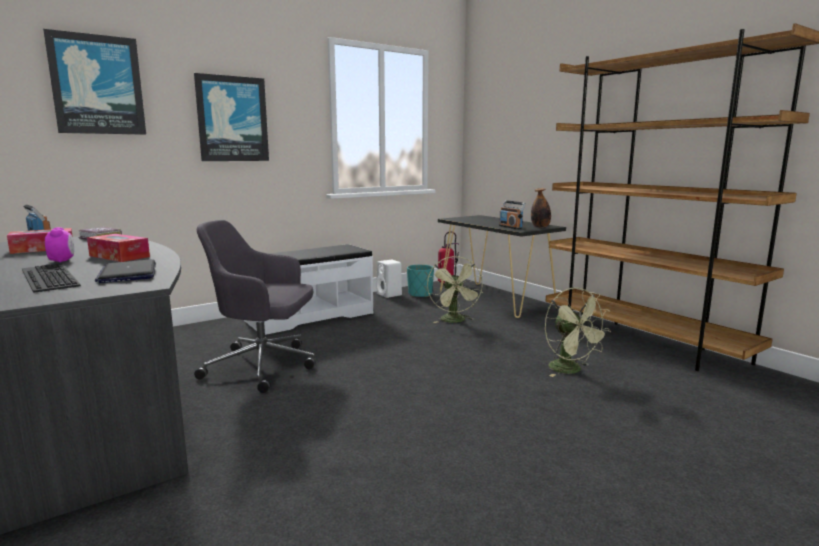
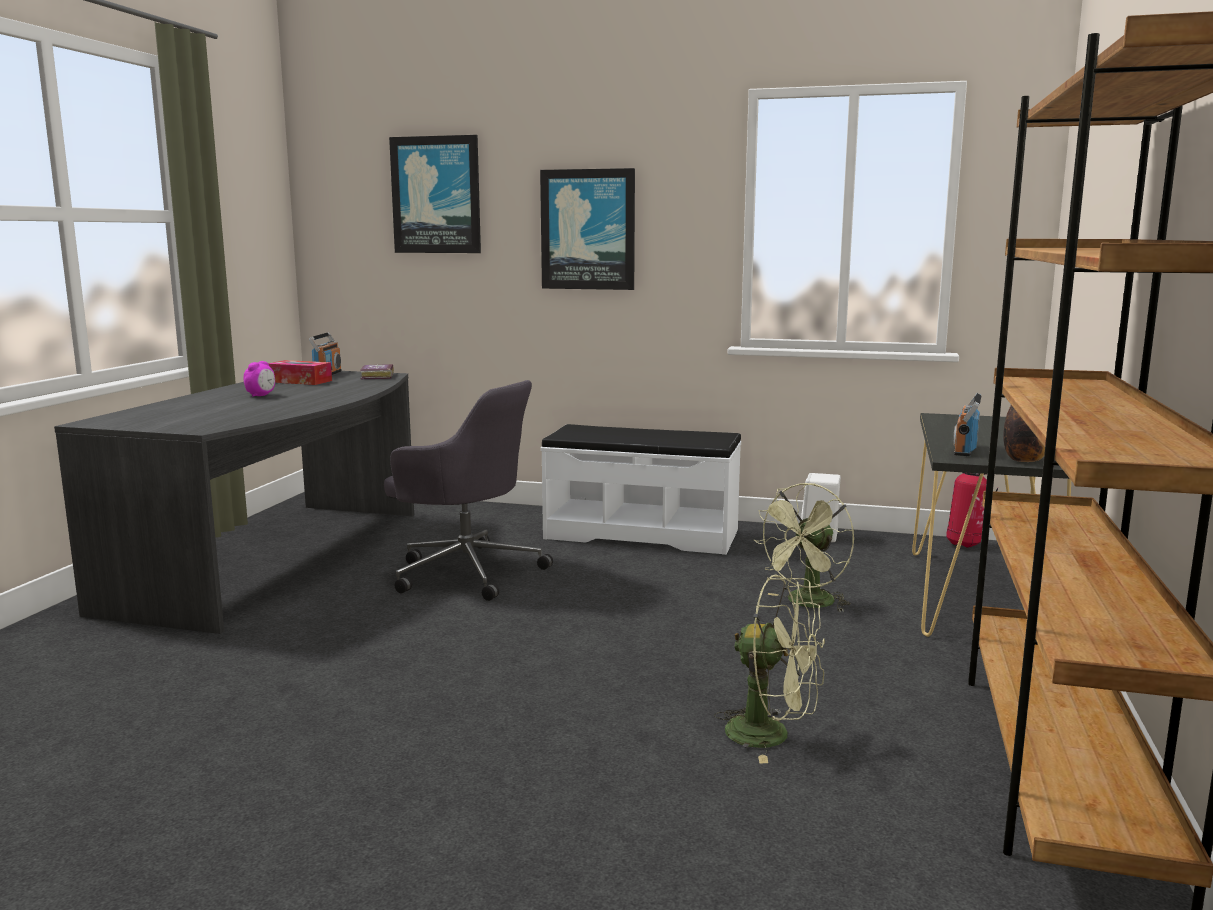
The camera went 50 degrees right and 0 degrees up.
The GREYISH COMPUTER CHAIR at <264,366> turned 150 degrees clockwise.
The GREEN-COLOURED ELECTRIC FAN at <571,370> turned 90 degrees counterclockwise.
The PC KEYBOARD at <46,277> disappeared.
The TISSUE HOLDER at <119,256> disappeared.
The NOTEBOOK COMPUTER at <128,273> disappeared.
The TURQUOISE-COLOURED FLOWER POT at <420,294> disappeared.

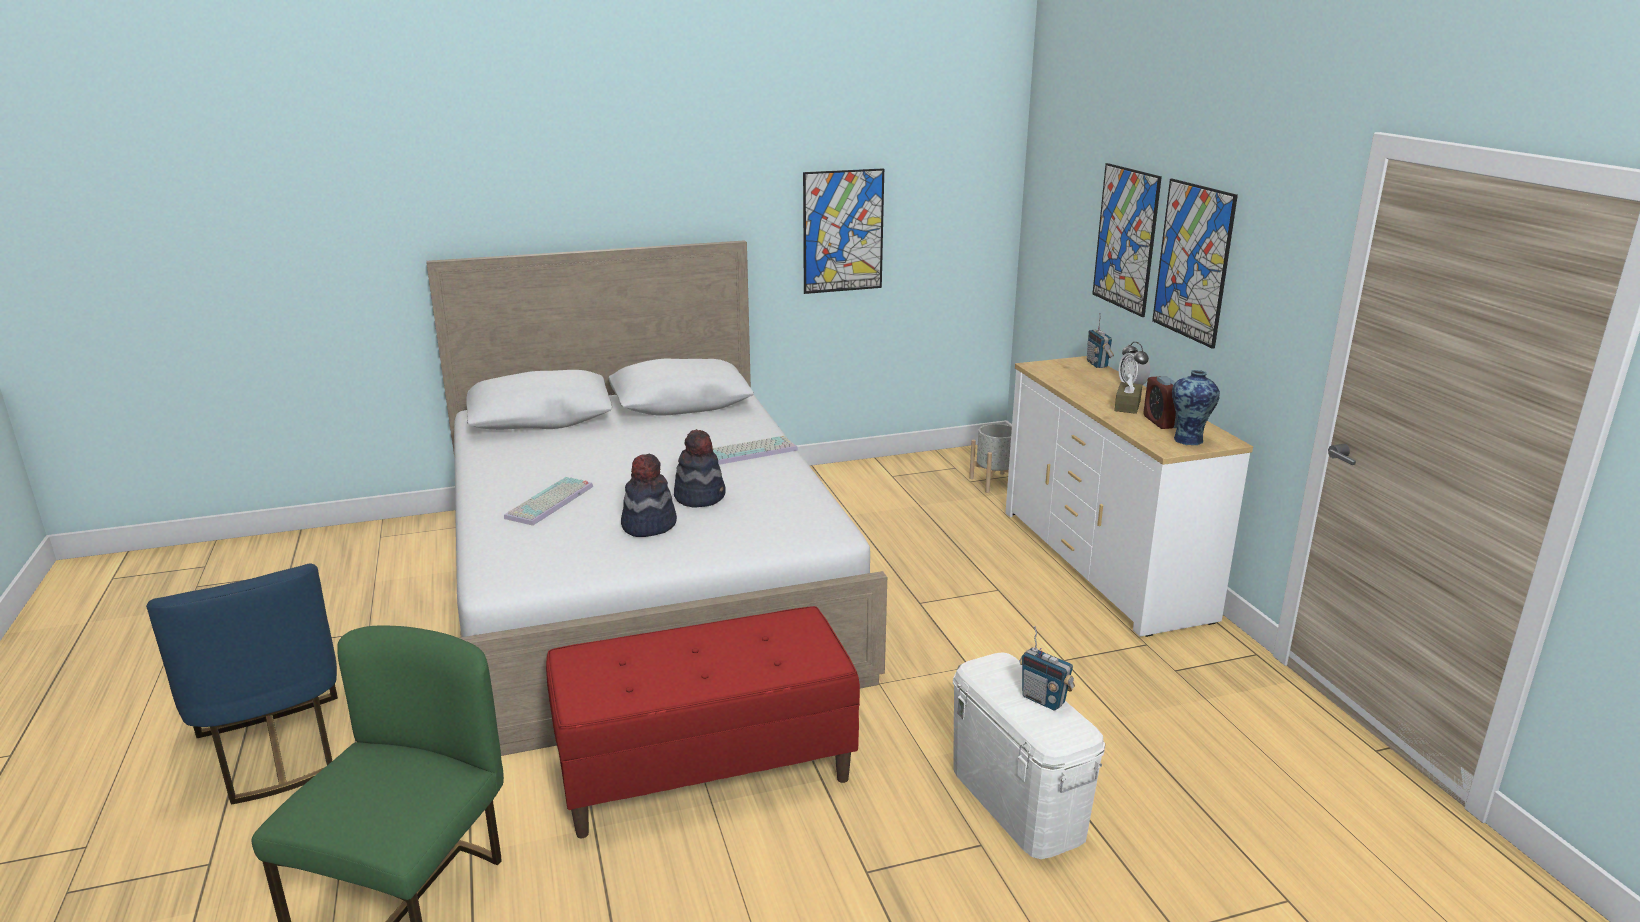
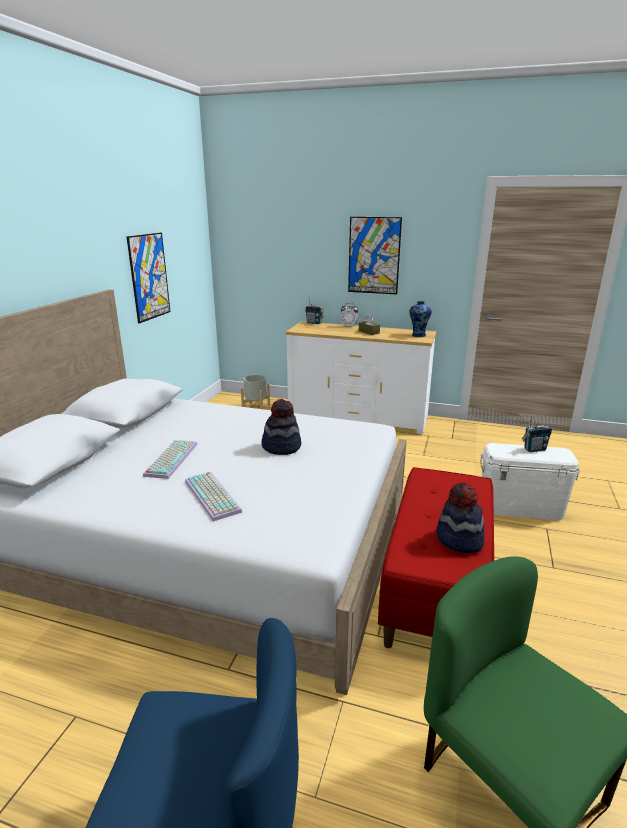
The camera went 55 degrees left and 0 degrees up.
The PC KEYBOARD moved from <751,451> to <170,459>.
The WEARABLE HAT moved from <648,525> to <459,539>.
The WALL ART at <1126,239> disappeared.
The TABLE CLOCK at <1161,422> disappeared.

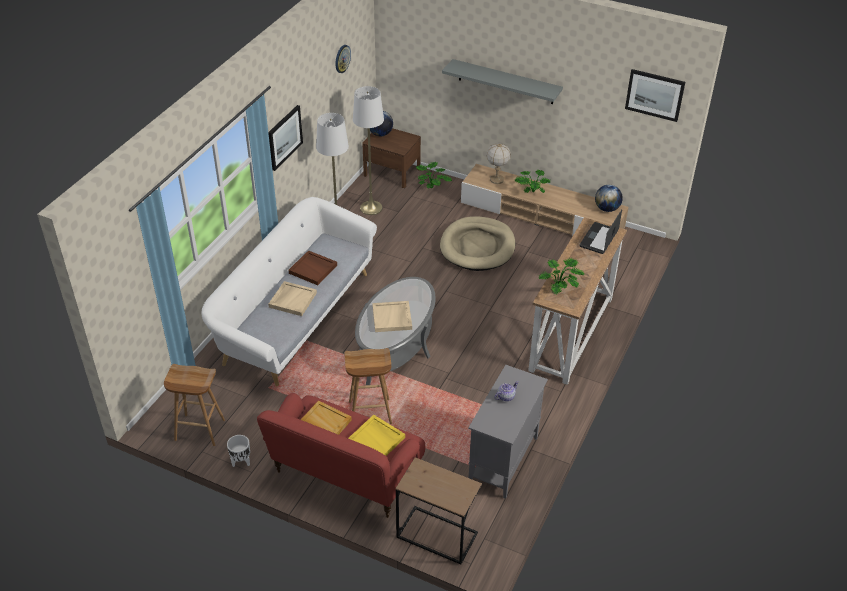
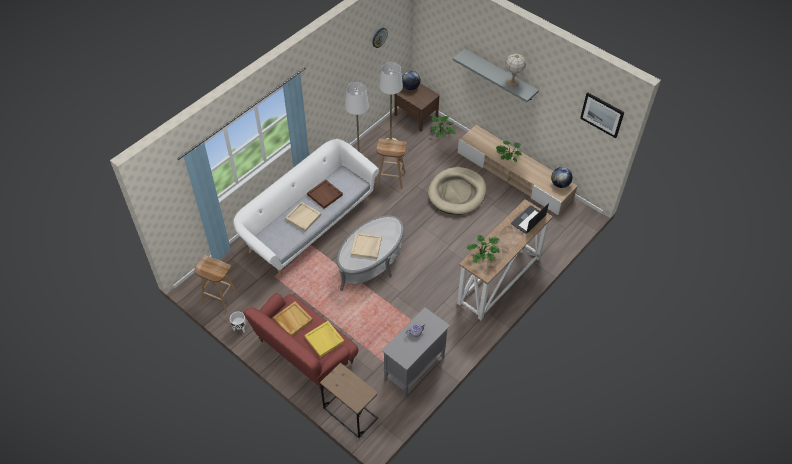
The camera went 15 degrees right and 10 degrees up.
The BROWN-COLOURED STOOL SEAT moved from <369,413> to <390,179>.
The TABLETOP LAMP moved from <497,180> to <512,83>.
The WALL ART at <284,137> disappeared.

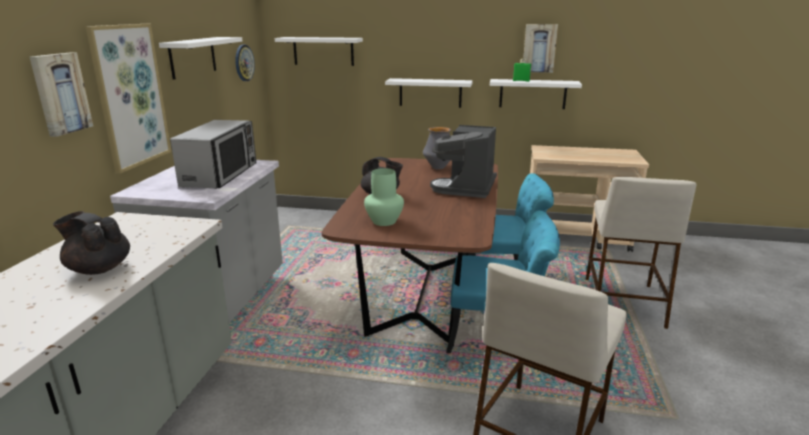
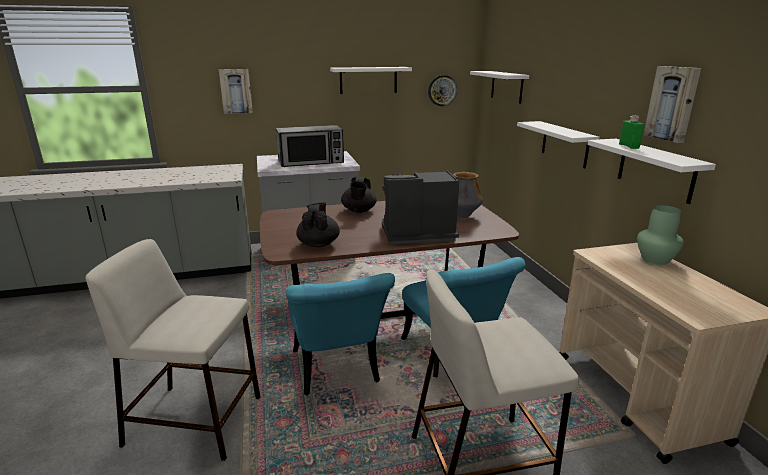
The camera went 65 degrees right and 0 degrees up.
The BLACK POT FOR TEA moved from <99,268> to <318,244>.
The GREEN-COLOURED VASE moved from <384,221> to <656,260>.
The WALL ART at <130,96> disappeared.

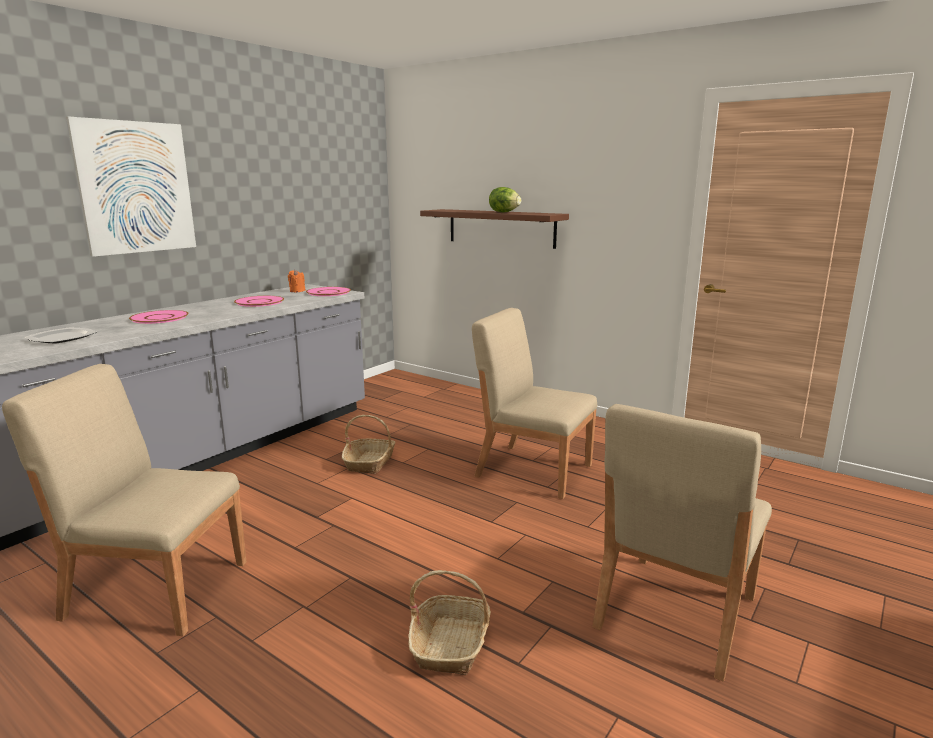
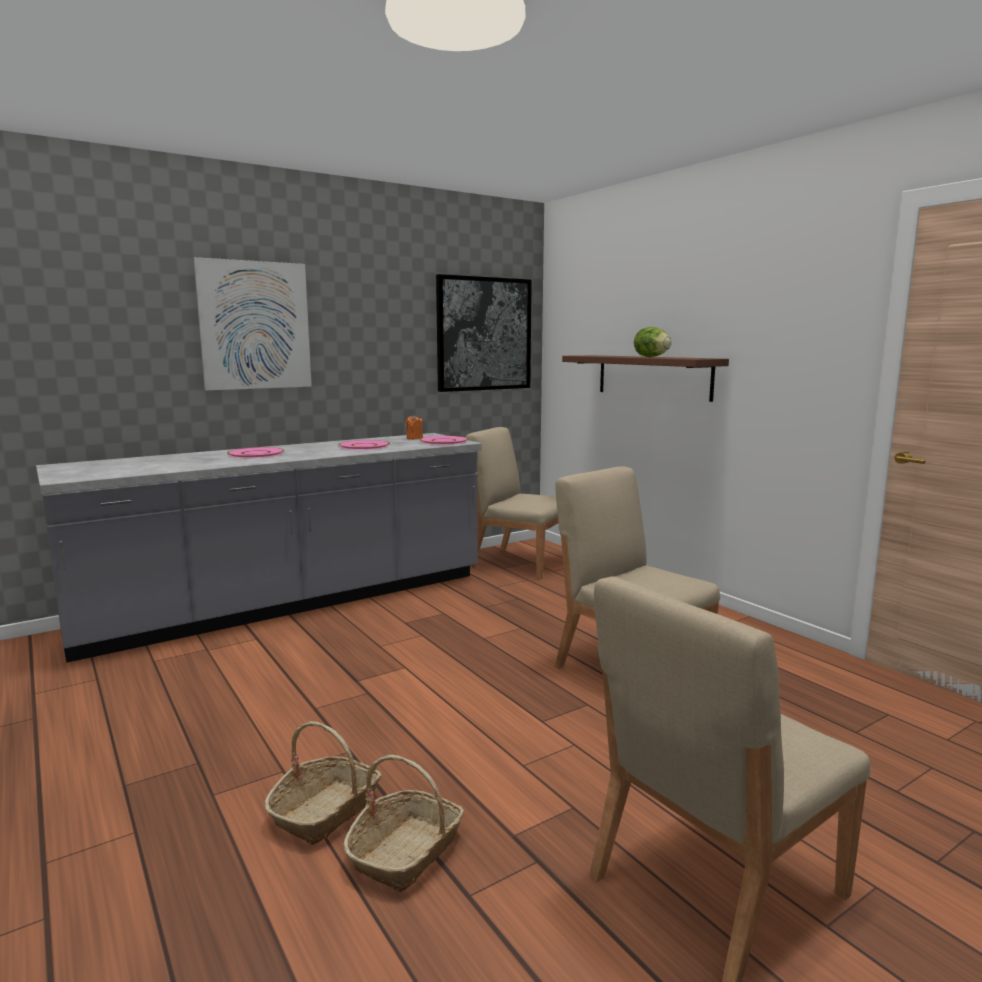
The camera went 20 degrees right and 5 degrees down.
The BASKET moved from <370,462> to <326,811>.
The WALL ART at <484,334> appeared.
The BEIGE-COLOURED CHAIR moved from <156,588> to <519,562>.
The DINNER PLATE at <61,338> disappeared.

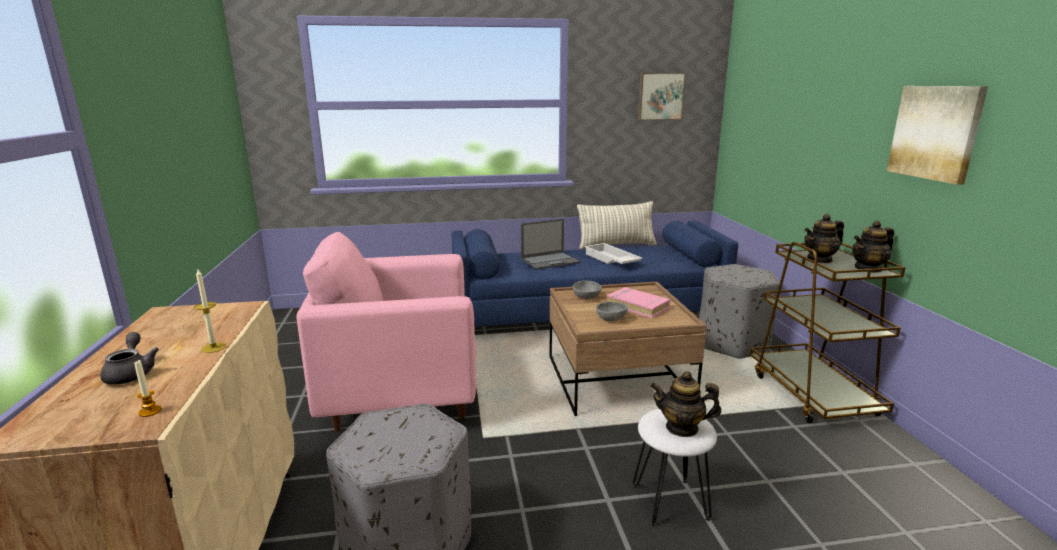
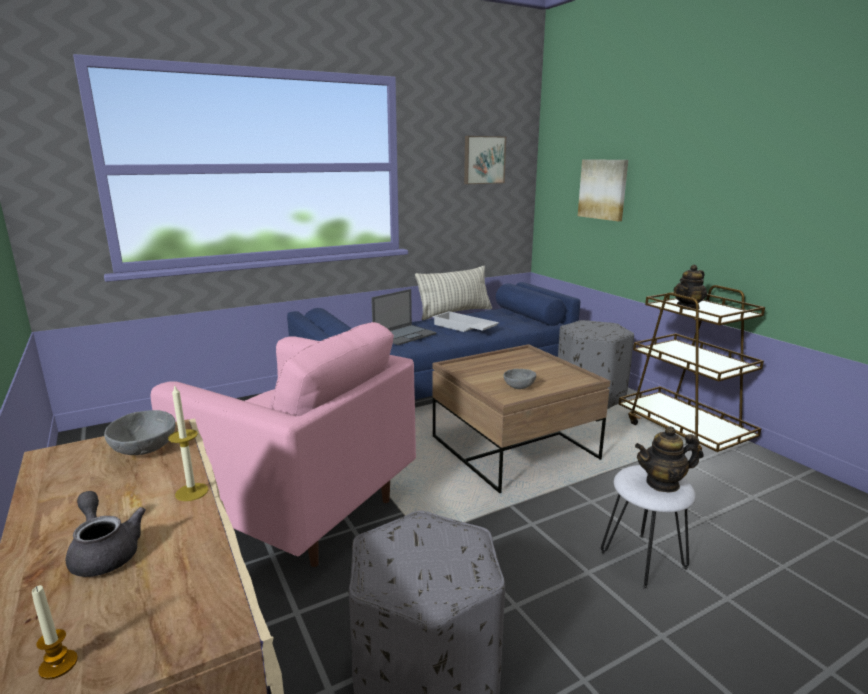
The camera went 20 degrees left and 0 degrees up.
The CANDLE moved from <150,411> to <58,665>.
The GREYISH DEEP DISH moved from <587,297> to <146,449>.
The PINK-COLOURED LOUNGE CHAIR at <402,397> turned 120 degrees counterclockwise.
The WALL ART moved from <936,132> to <603,189>.
The PINK-COLOURED BOOK at <638,306> disappeared.
The POT FOR TEA at <868,268> disappeared.

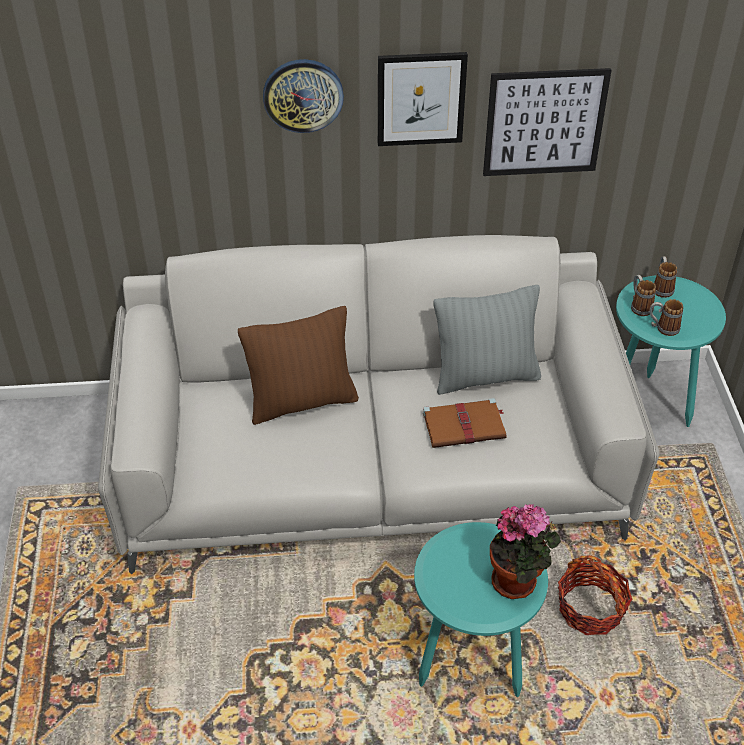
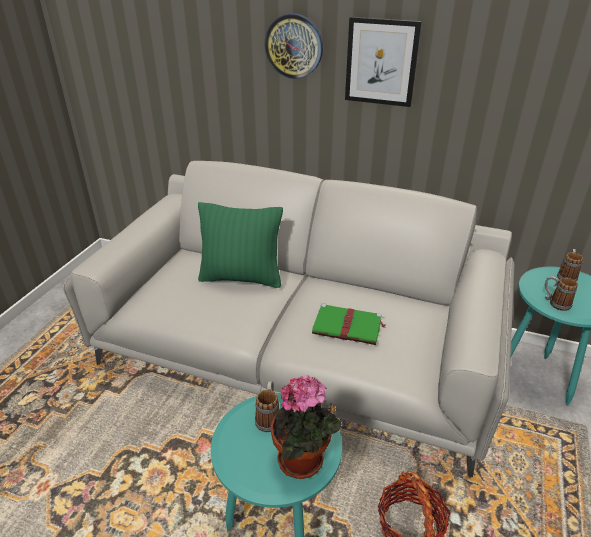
The camera went 25 degrees right and 10 degrees down.
The BROWN-COLOURED PILLOW at <302,402> became the GREEN-COLOURED PILLOW at <241,278>.
The MUG moved from <639,306> to <269,417>.
The BROWN-COLOURED BOOK at <465,426> became the GREEN-COLOURED BOOK at <348,327>.
The GREYISH PILLOW at <485,376> disappeared.
The WALL ART at <544,122> disappeared.

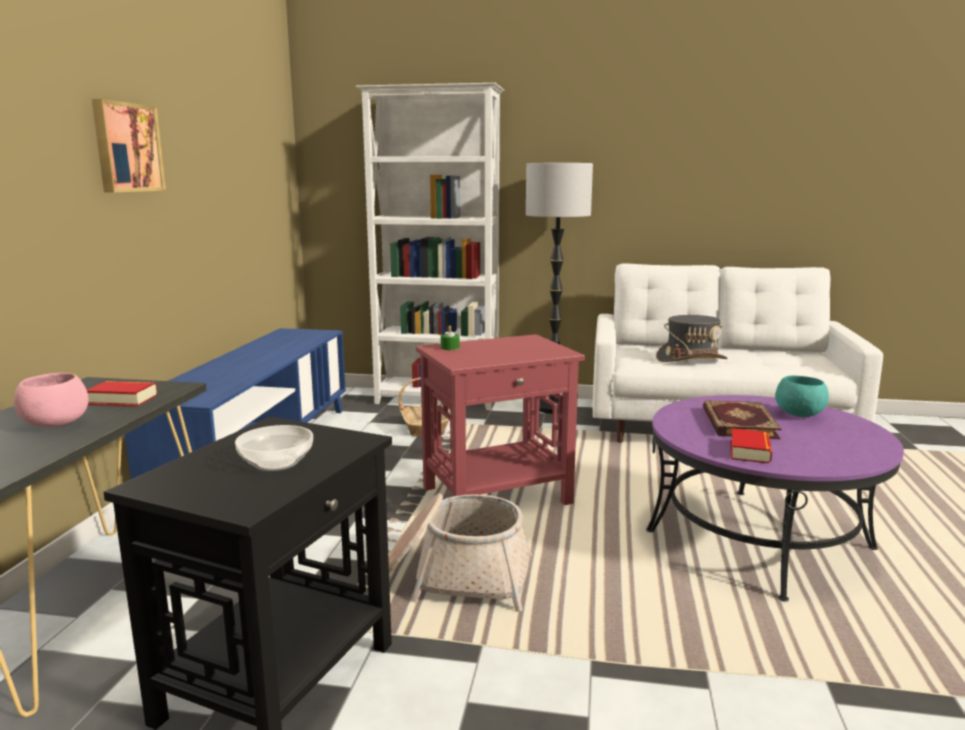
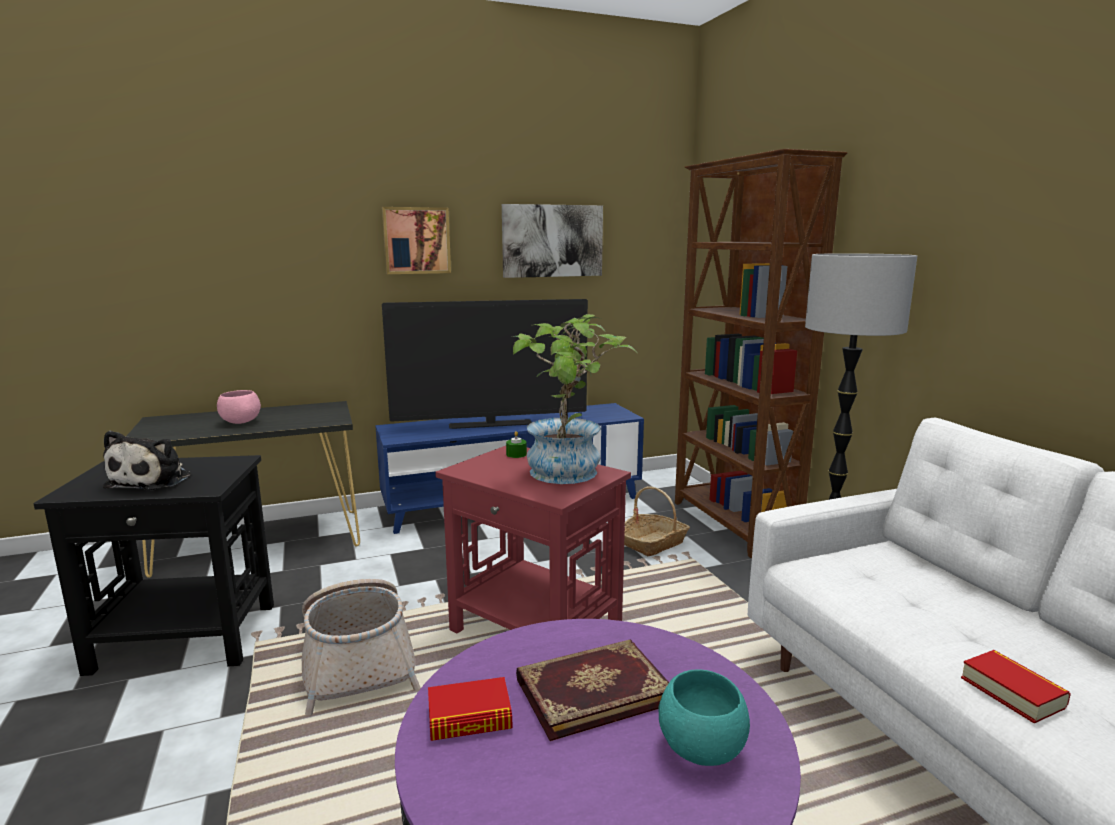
The camera went 60 degrees right and 0 degrees up.
The DEEP DISH at <276,462> was replaced by the SOFT TOY at <153,480>.
The TV SET at <490,425> appeared.
The WALL ART at <552,241> appeared.
The PLANT IN A POT at <568,475> appeared.
The WHITE SHELVING UNIT at <438,400> became the BROWN-COLOURED SHELVING UNIT at <732,524>.
The BOOK moved from <122,400> to <1012,692>.
The GREYISH WEARABLE HAT at <691,359> disappeared.

